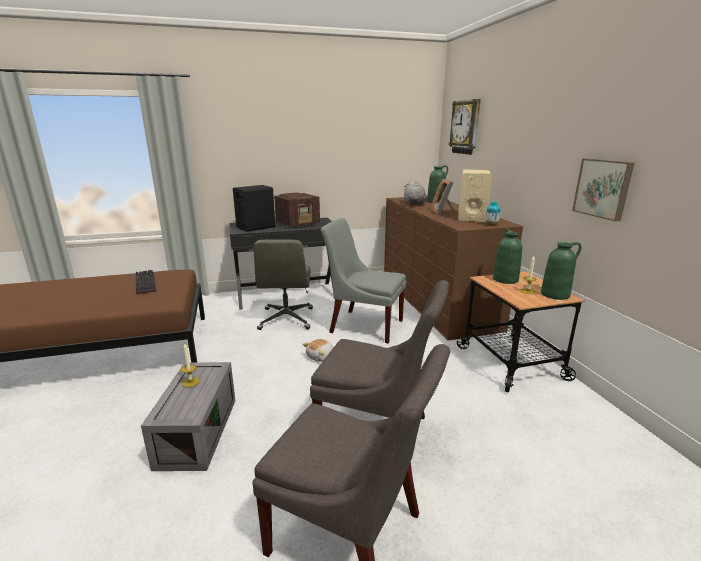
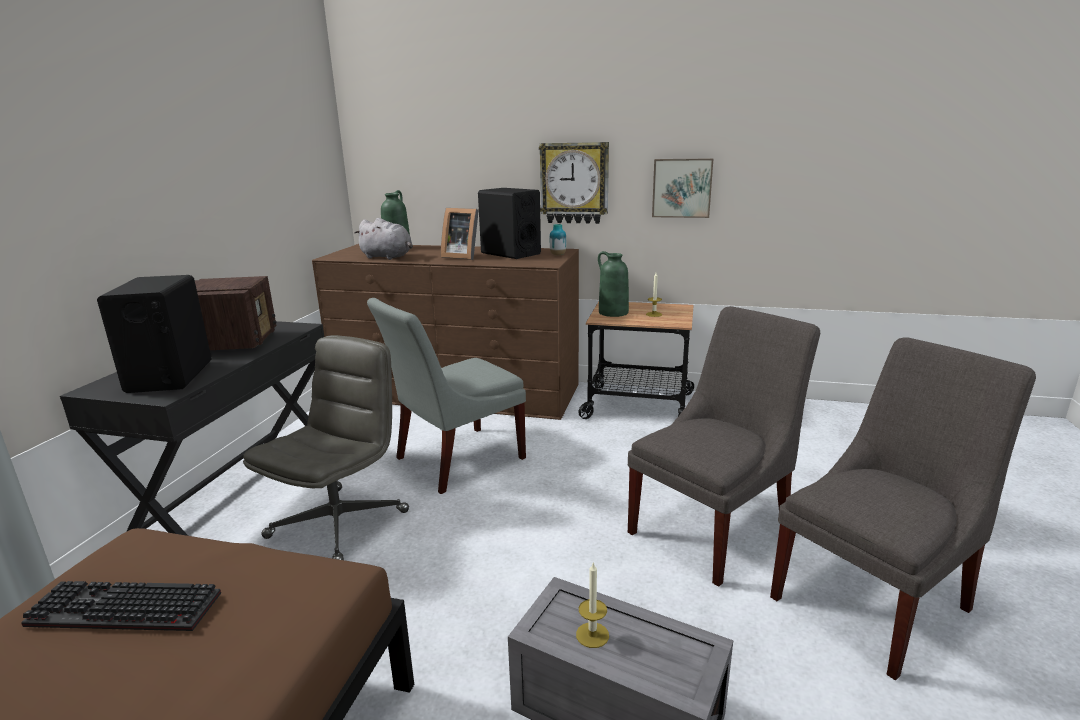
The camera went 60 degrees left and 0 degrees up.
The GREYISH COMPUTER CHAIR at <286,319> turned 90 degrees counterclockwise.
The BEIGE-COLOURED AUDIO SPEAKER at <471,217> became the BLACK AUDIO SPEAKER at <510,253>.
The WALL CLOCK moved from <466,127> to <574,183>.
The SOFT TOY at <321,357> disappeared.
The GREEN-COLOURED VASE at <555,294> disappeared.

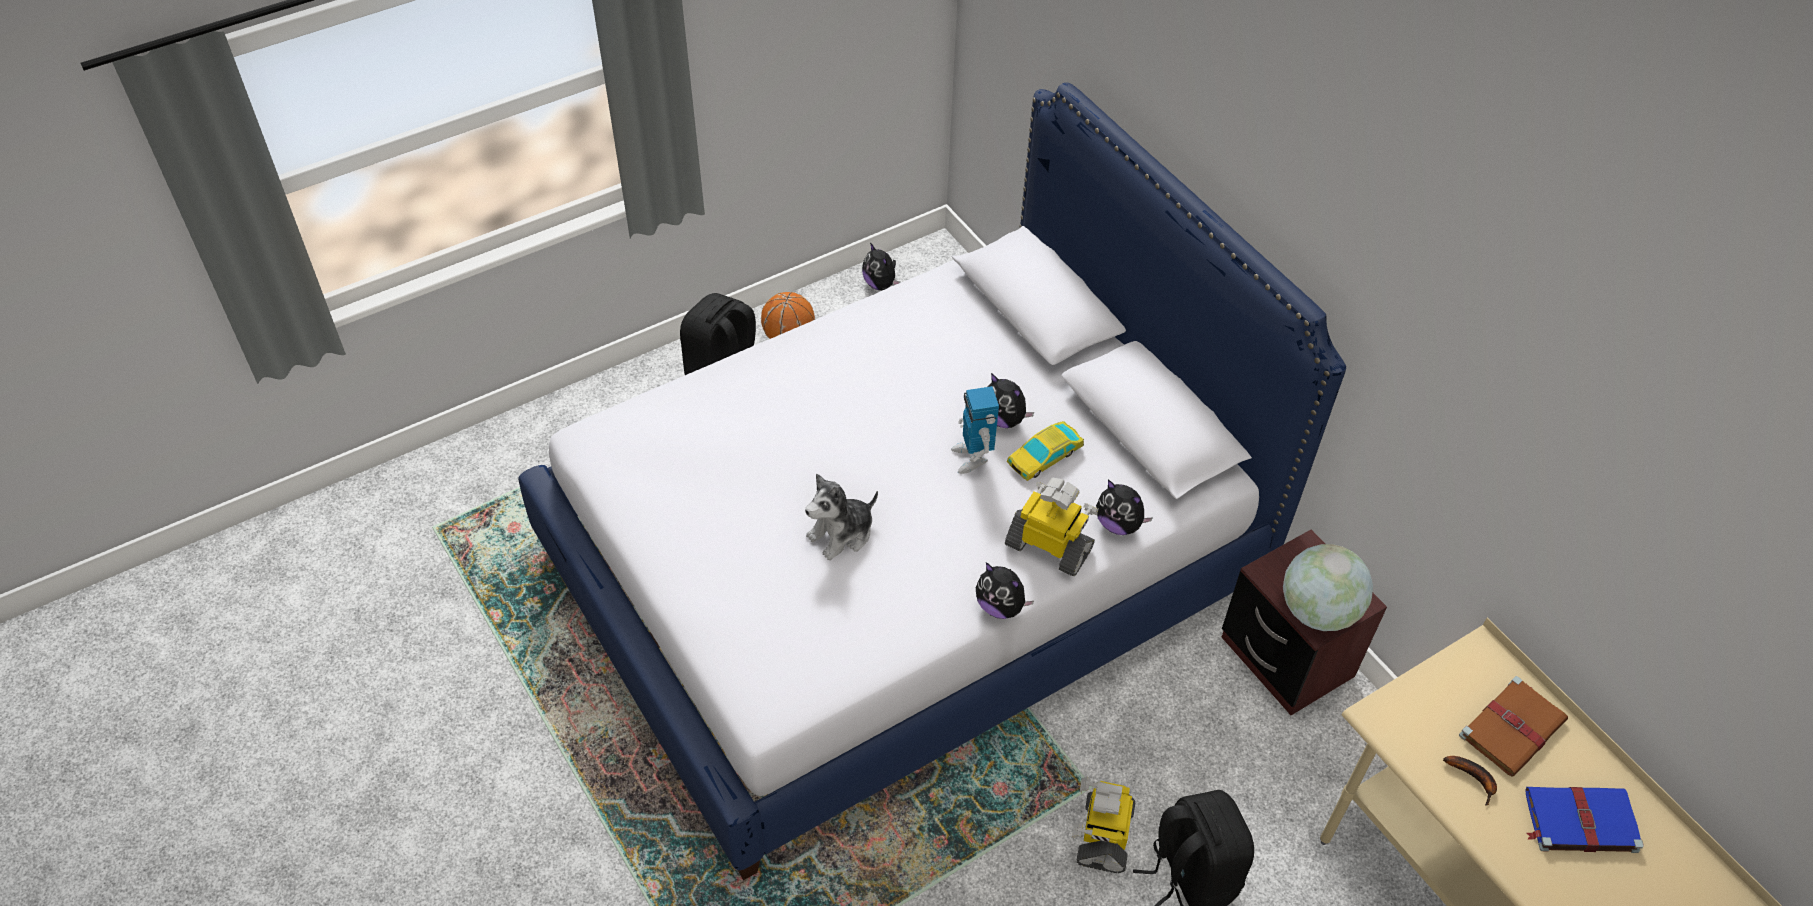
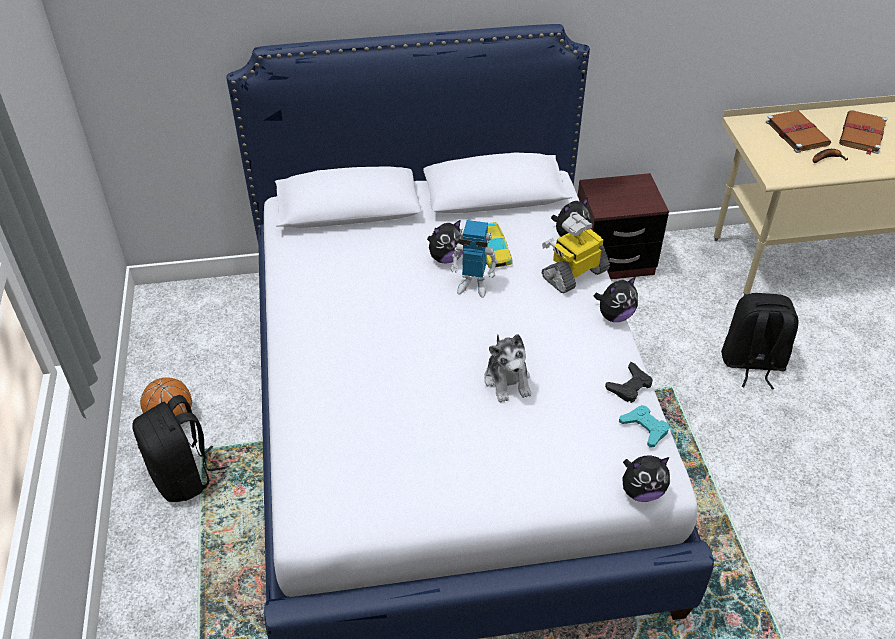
The camera went 65 degrees left and 5 degrees down.
The BLACK JOYPAD at <629,386> appeared.
The TURQUOISE-COLOURED JOYPAD at <644,428> appeared.
The SOFT TOY moved from <880,284> to <641,491>.
The BLUE-COLOURED BOOK at <1578,821> became the BROWN-COLOURED BOOK at <862,134>.
The ROBOT FIGURE at <1103,835> disappeared.
The WORLD GLOBE at <1317,611> disappeared.

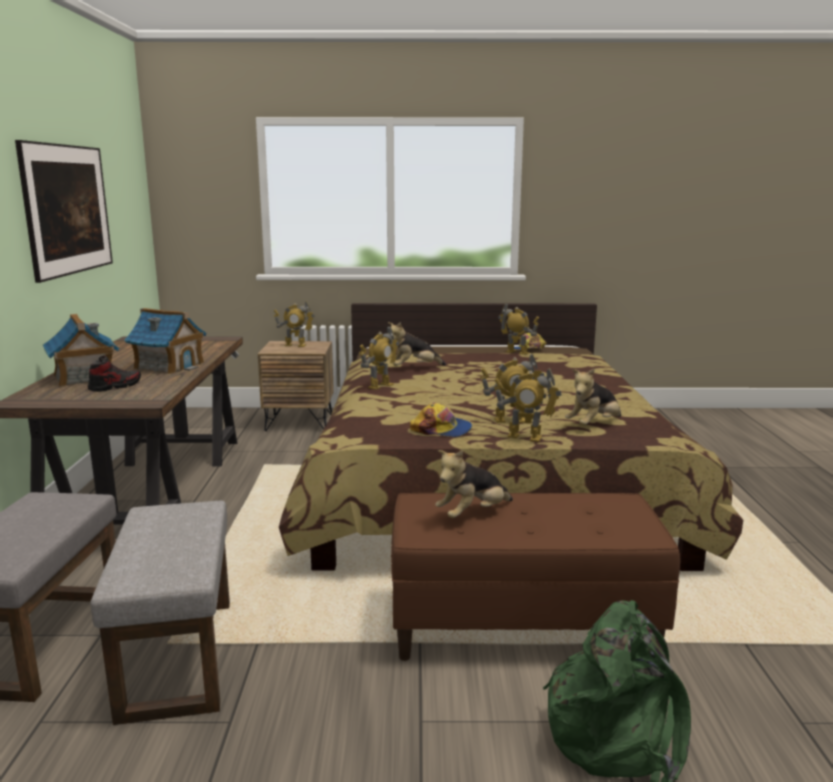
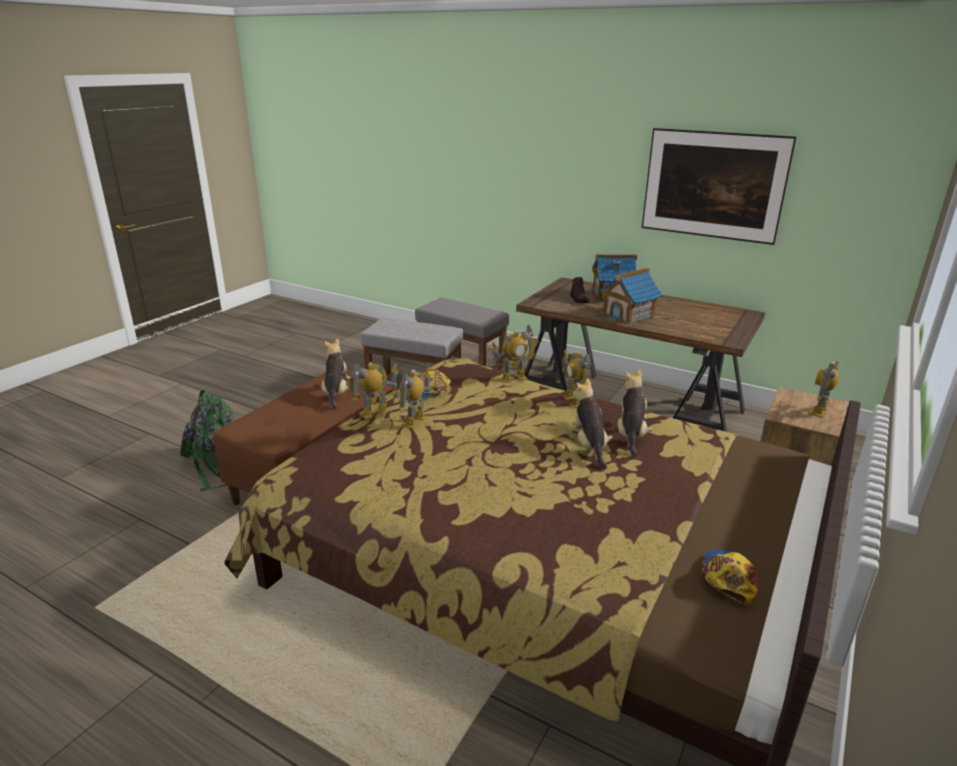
The camera went 120 degrees right and 10 degrees up.
The ROBOT FIGURE moved from <517,352> to <514,378>.
The SOFT TOY moved from <594,425> to <589,446>.

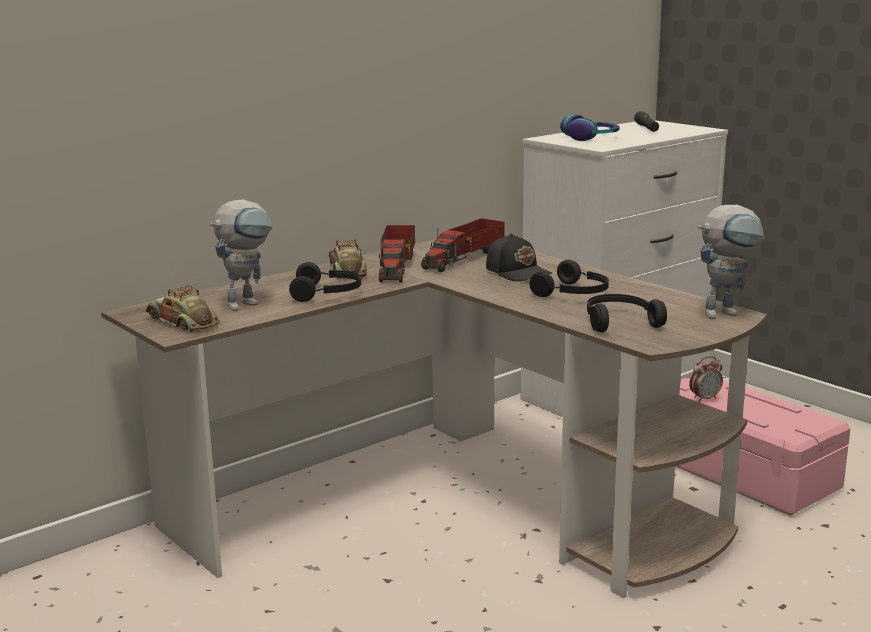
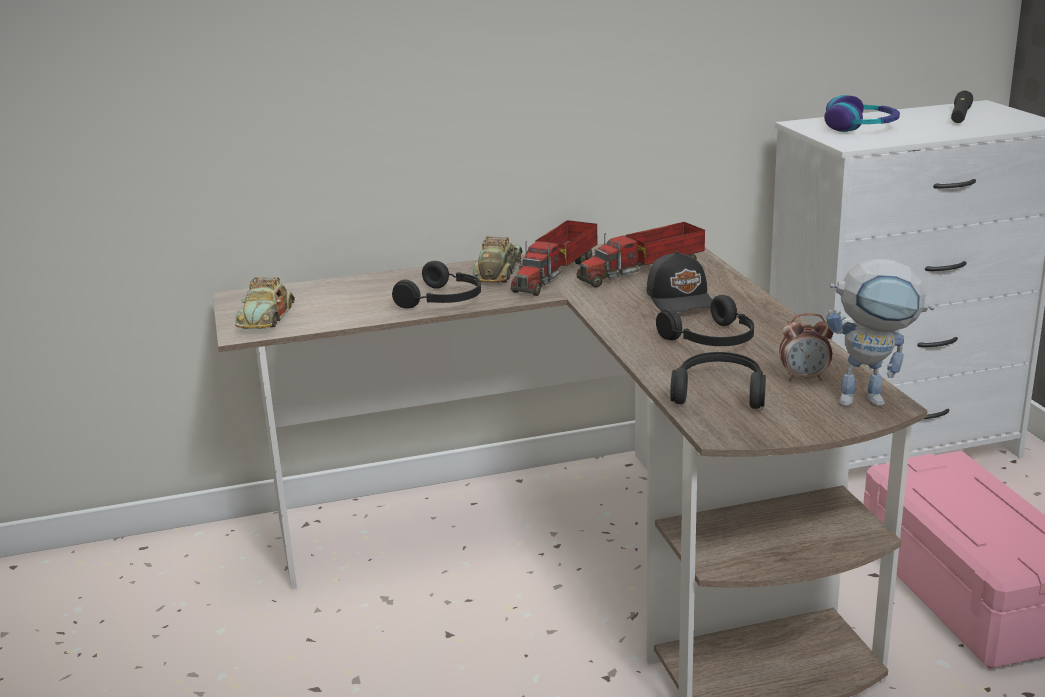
The camera went 25 degrees right and 5 degrees up.
The MODEL CAR at <183,322> turned 150 degrees counterclockwise.
The TABLE CLOCK moved from <705,398> to <804,378>.
The ROBOT FIGURE at <247,303> disappeared.

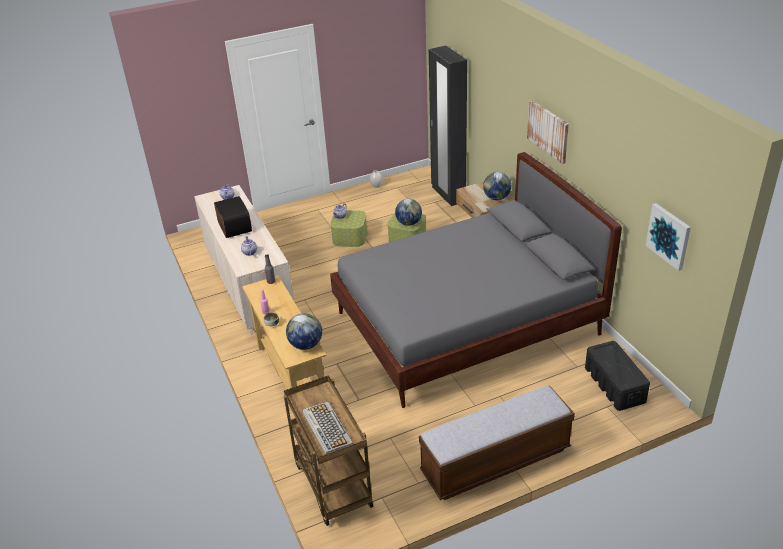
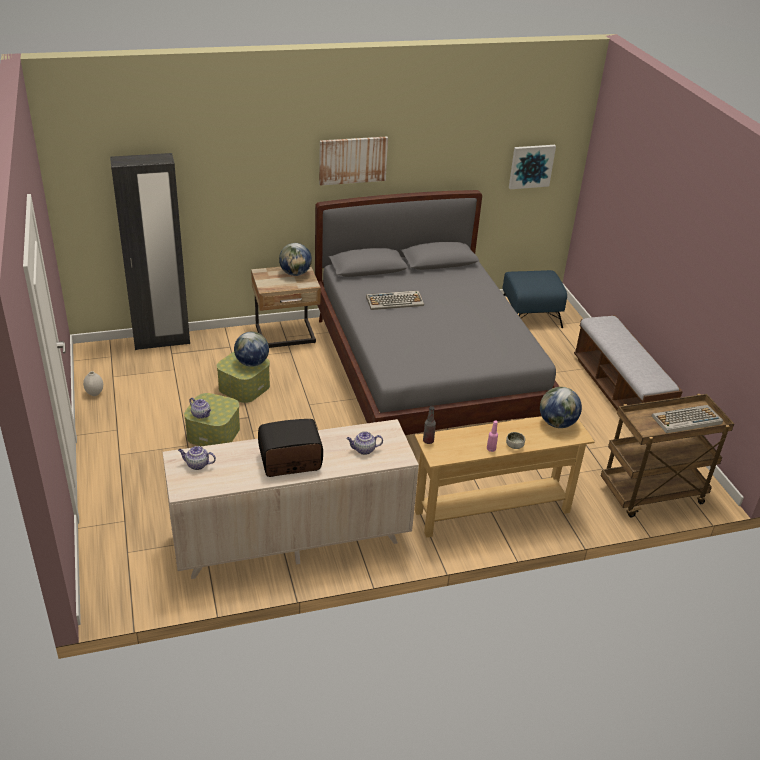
The camera went 85 degrees left and 0 degrees up.
The PC KEYBOARD at <395,301> appeared.
The BLACK STORAGE CONTAINER at <614,385> was replaced by the BLUE-COLOURED FOOTREST at <530,315>.

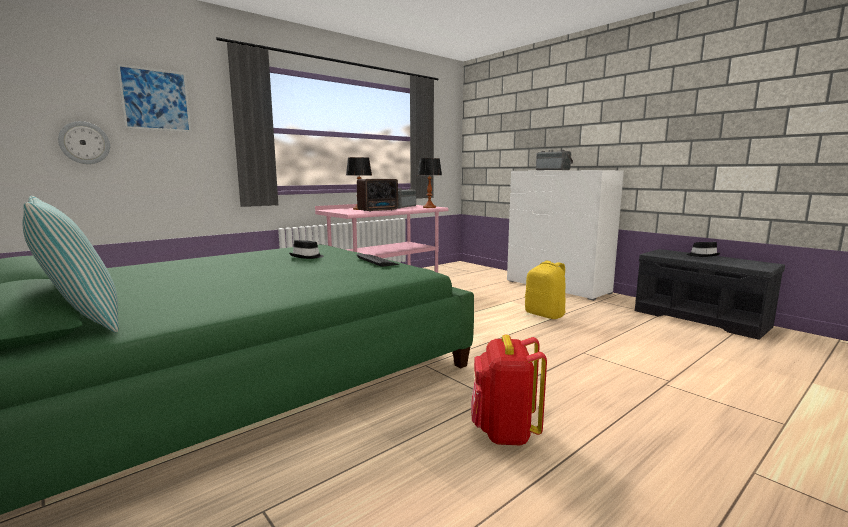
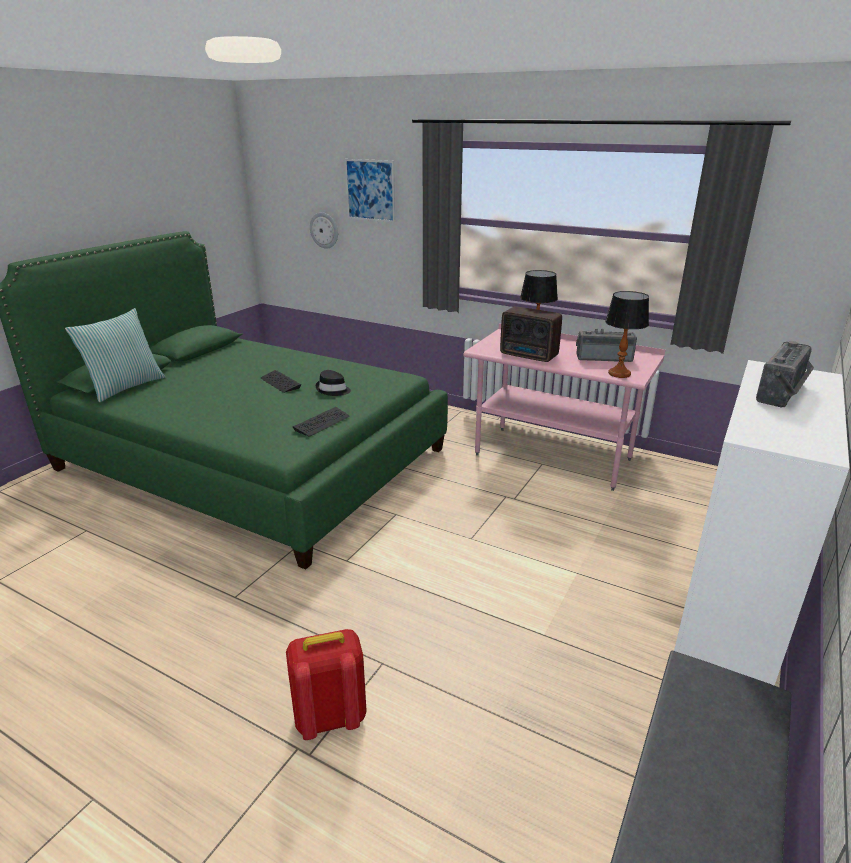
The camera went 70 degrees right and 15 degrees up.
The PC KEYBOARD at <280,382> appeared.
The RED-COLOURED KNAPSACK moved from <504,432> to <329,717>.
The YELLOW KNAPSACK at <545,314> disappeared.
The BLACK WEARABLE HAT at <703,255> disappeared.

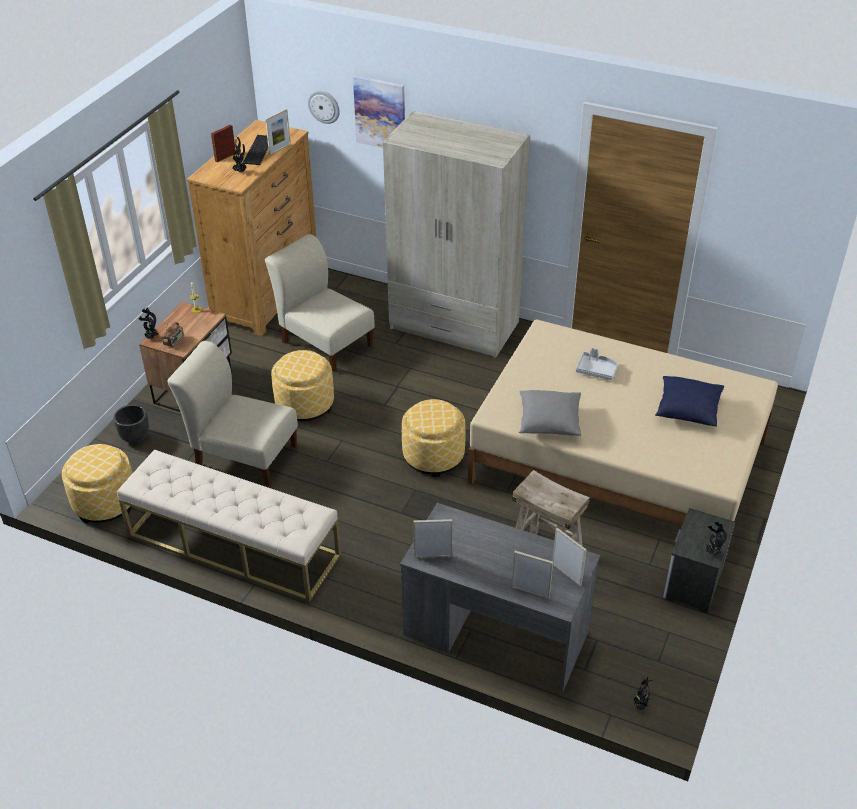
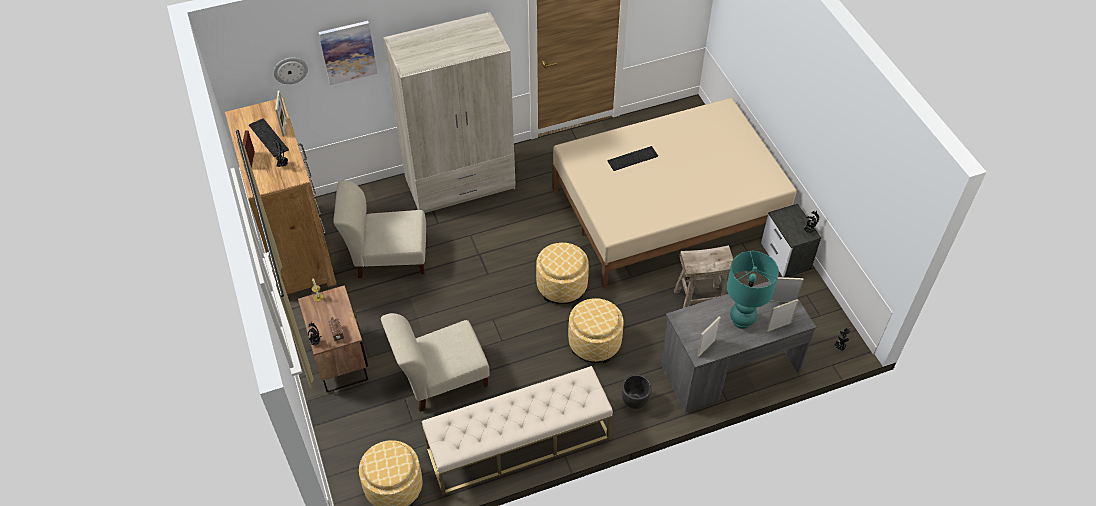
The camera went 45 degrees left and 10 degrees up.
The FOOTREST moved from <305,405> to <594,343>.
The GREYISH SERVING TRAY at <596,370> was replaced by the PC KEYBOARD at <632,158>.
The BLACK FLOWER POT moved from <135,438> to <634,401>.
The TURQUOISE-COLOURED TABLETOP LAMP at <741,321> appeared.
The GREYISH PILLOW at <549,422> disappeared.
The BLUE-COLOURED PILLOW at <687,410> disappeared.

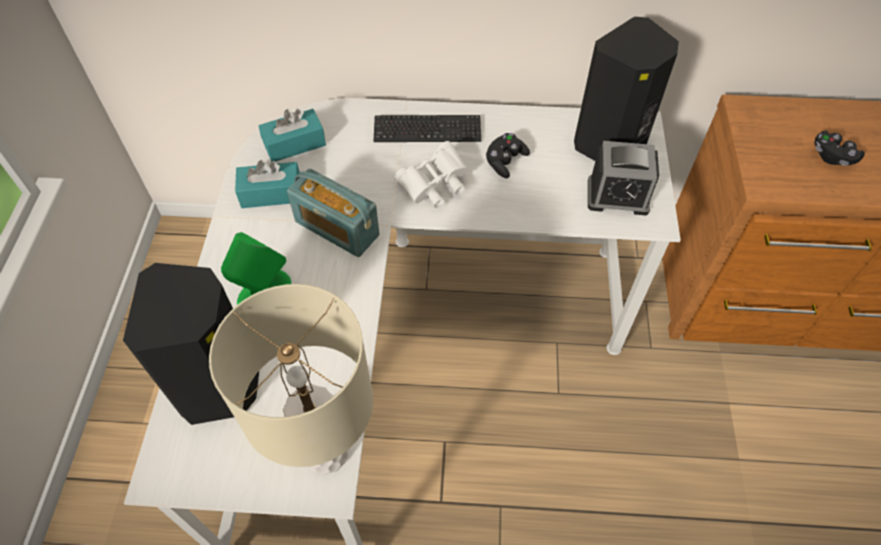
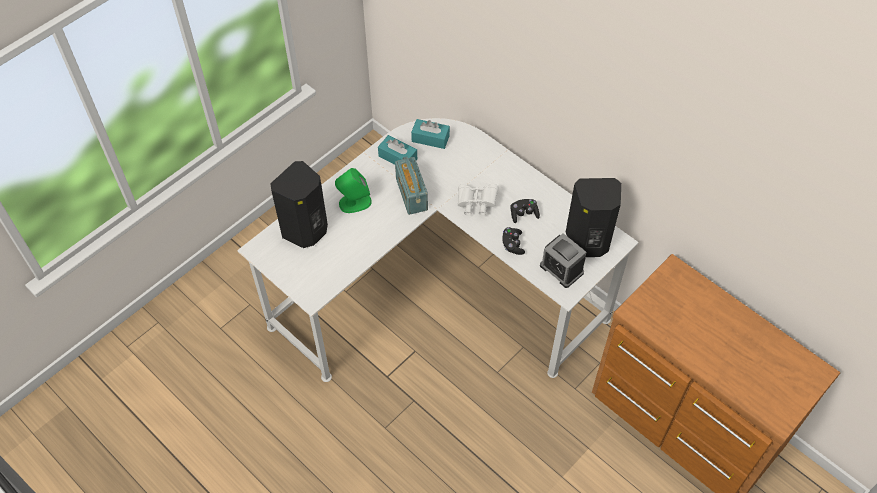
The camera went 40 degrees right and 0 degrees up.
The BLACK JOYPAD moved from <832,156> to <512,245>.
The BEIGE-COLOURED TABLETOP LAMP at <326,451> disappeared.
The PC KEYBOARD at <427,130> disappeared.

